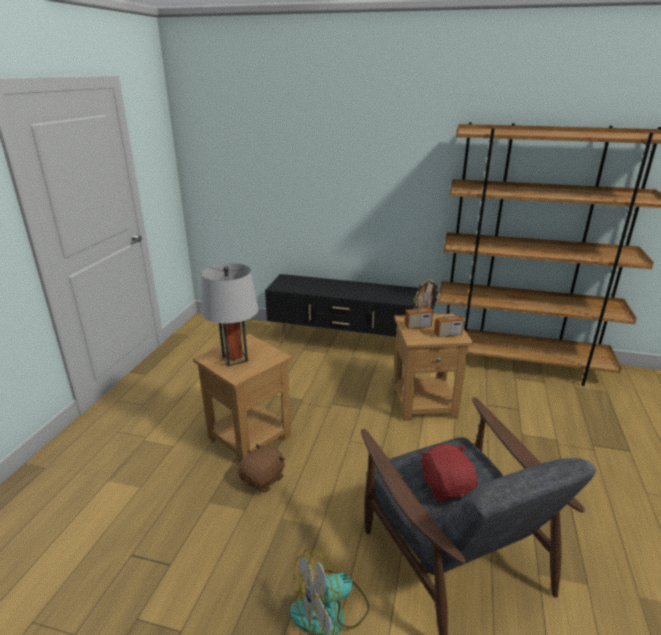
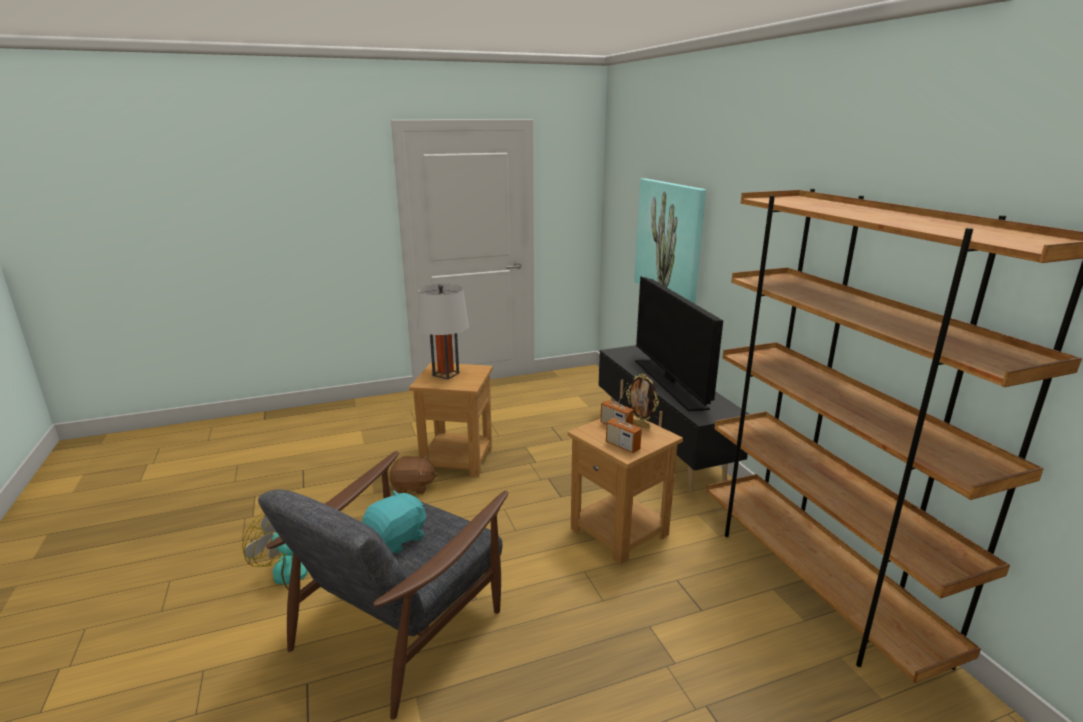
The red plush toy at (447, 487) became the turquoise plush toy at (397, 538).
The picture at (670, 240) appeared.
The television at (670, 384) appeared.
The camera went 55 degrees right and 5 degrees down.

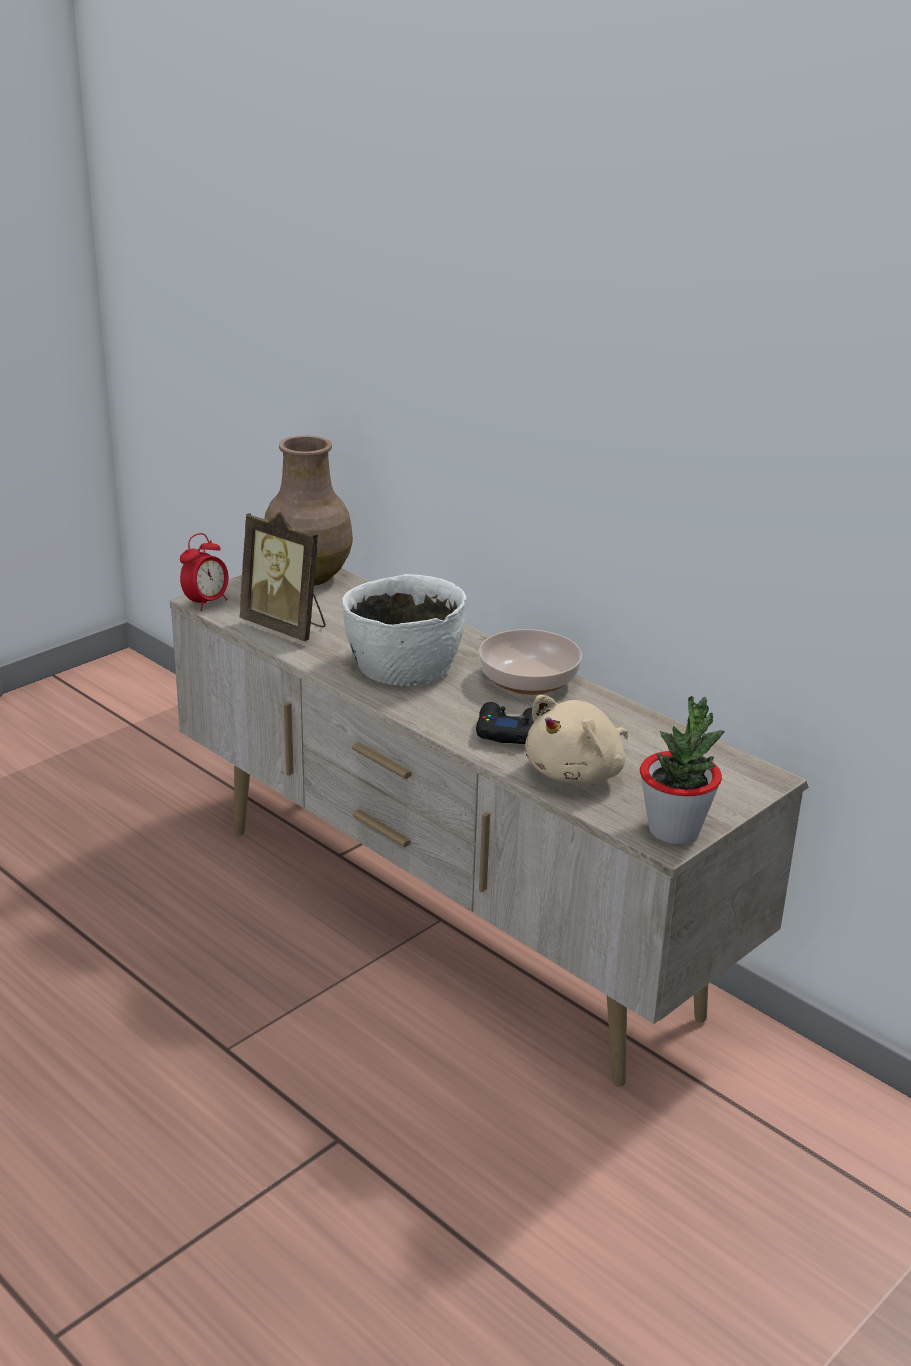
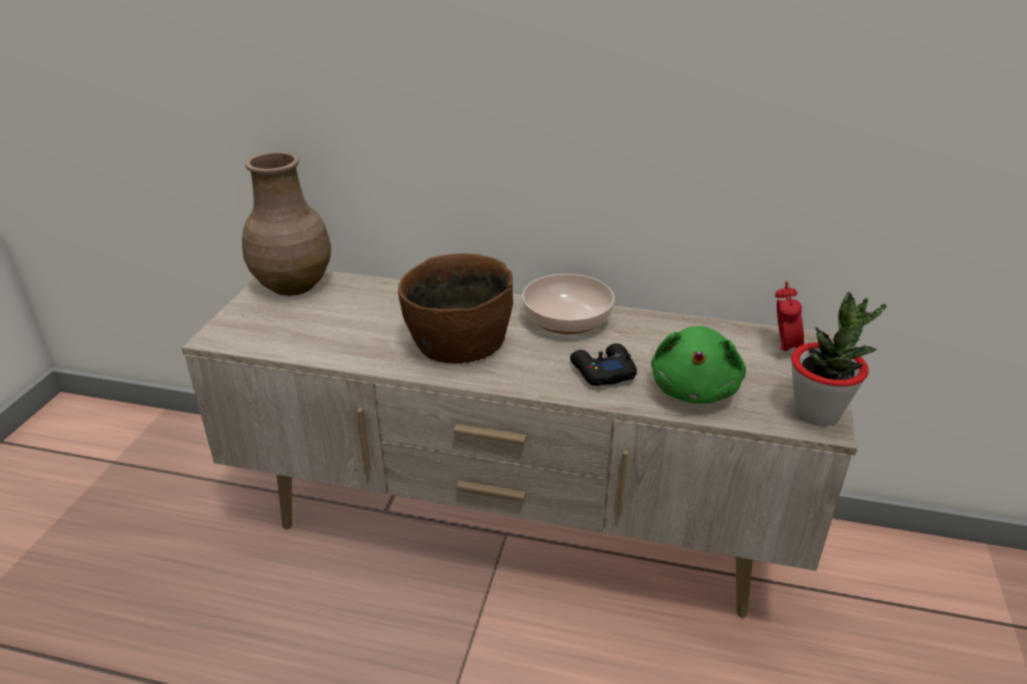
The alarm clock moved from (206, 603) to (783, 348).
The picture frame at (286, 627) disappeared.
The white bowl at (402, 666) became the brown bowl at (457, 341).
The beige plush toy at (578, 773) became the green plush toy at (694, 389).
The camera went 30 degrees left and 5 degrees up.

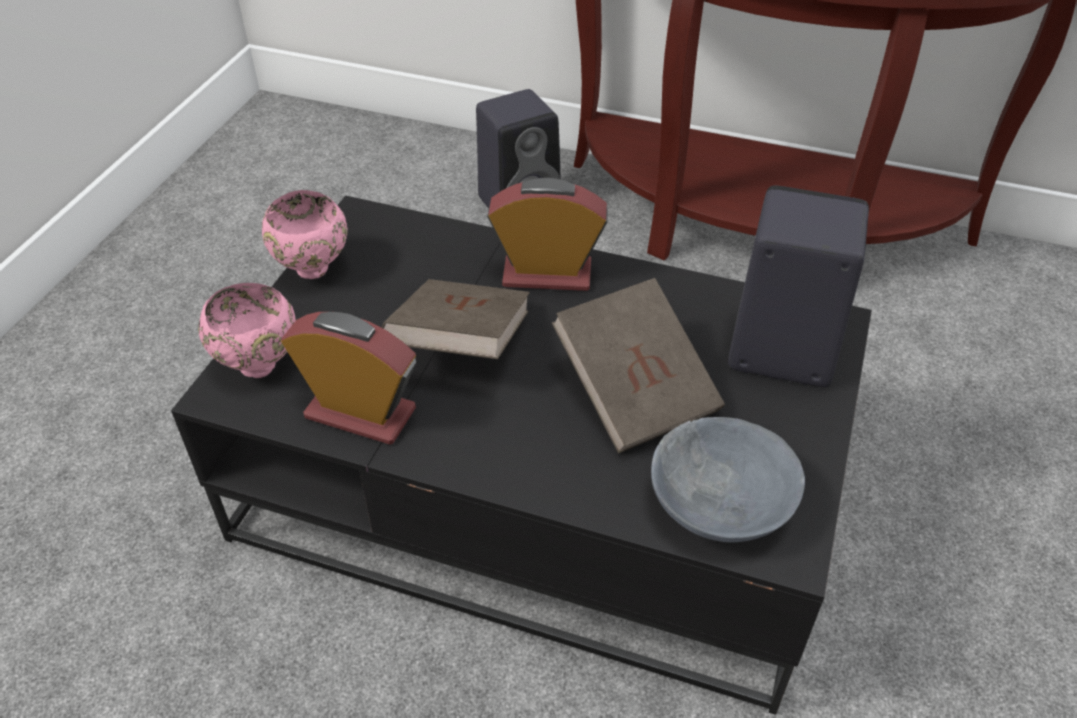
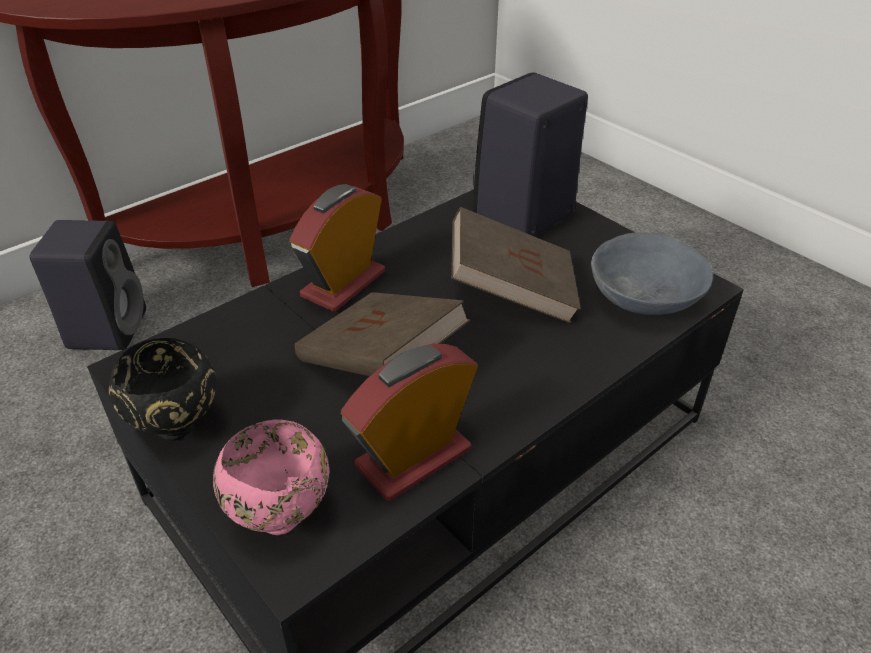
The pink bowl at (313, 271) became the black bowl at (178, 427).
The camera went 60 degrees left and 5 degrees down.

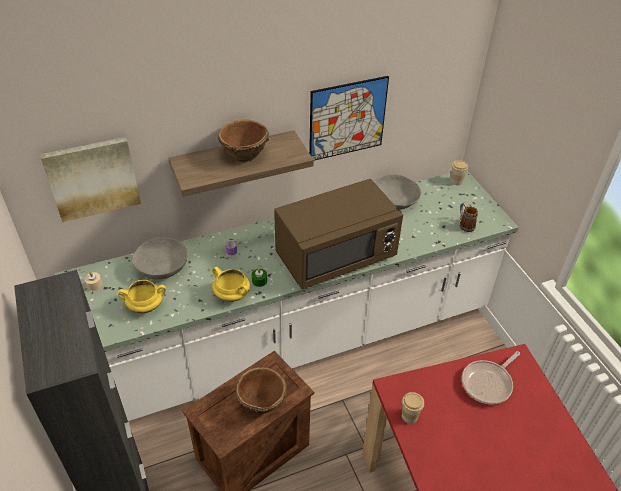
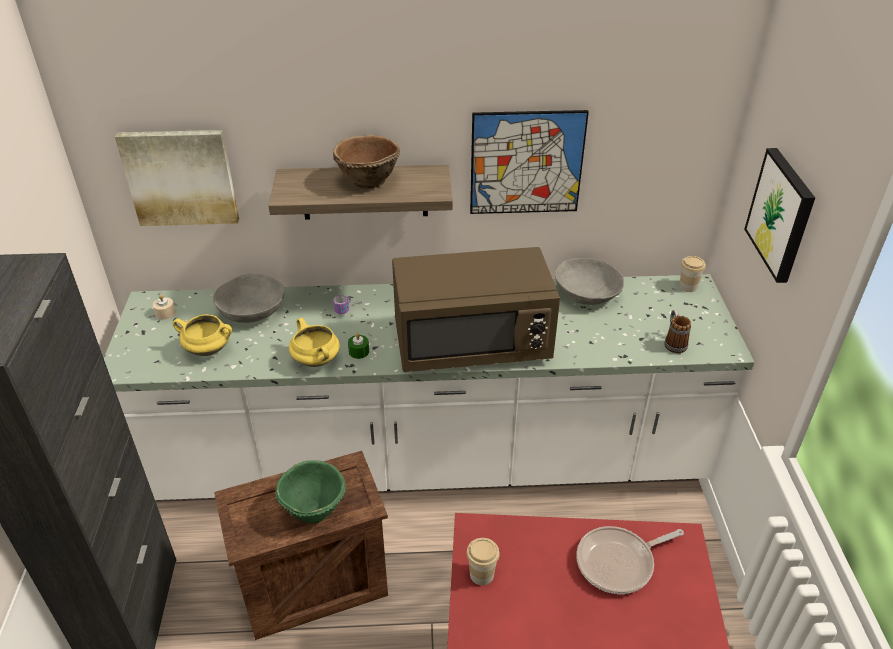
The brown bowl at (261, 402) became the green bowl at (314, 509).
The picture at (782, 214) appeared.
The camera went 20 degrees right and 5 degrees down.

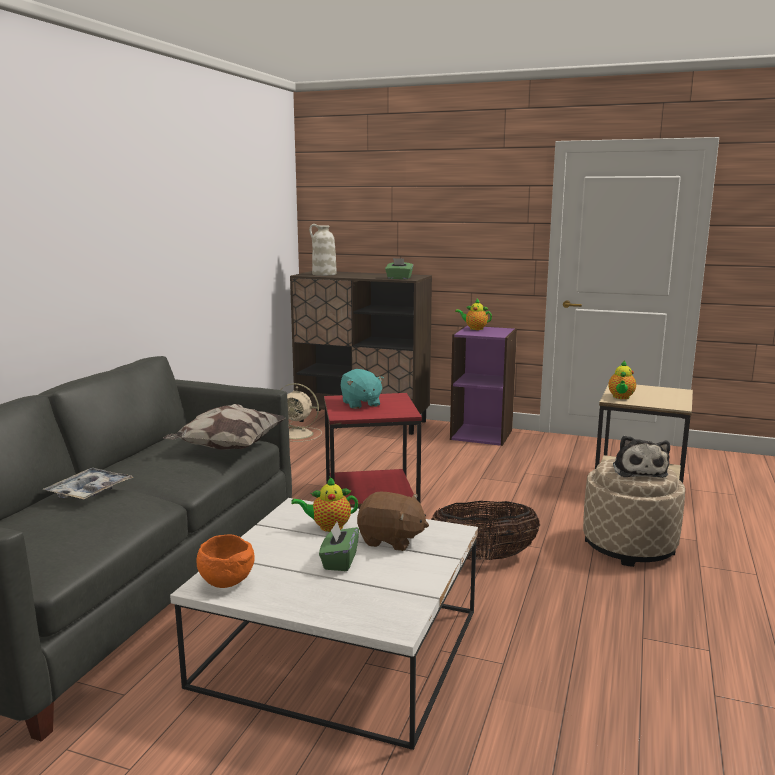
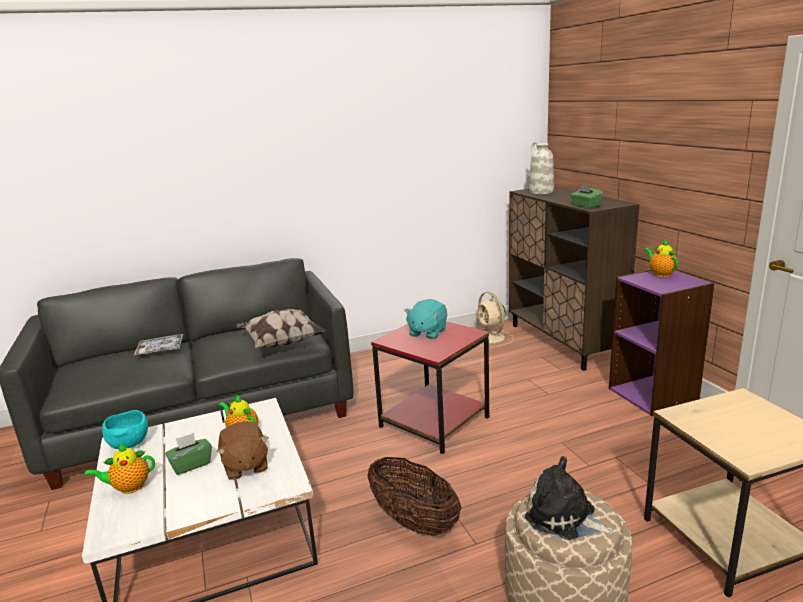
The orange bowl at (225, 582) became the turquoise bowl at (129, 444).
The teapot moved from (621, 397) to (129, 487).
The plush toy at (638, 470) turned 75 degrees clockwise.
The camera went 50 degrees right and 5 degrees up.

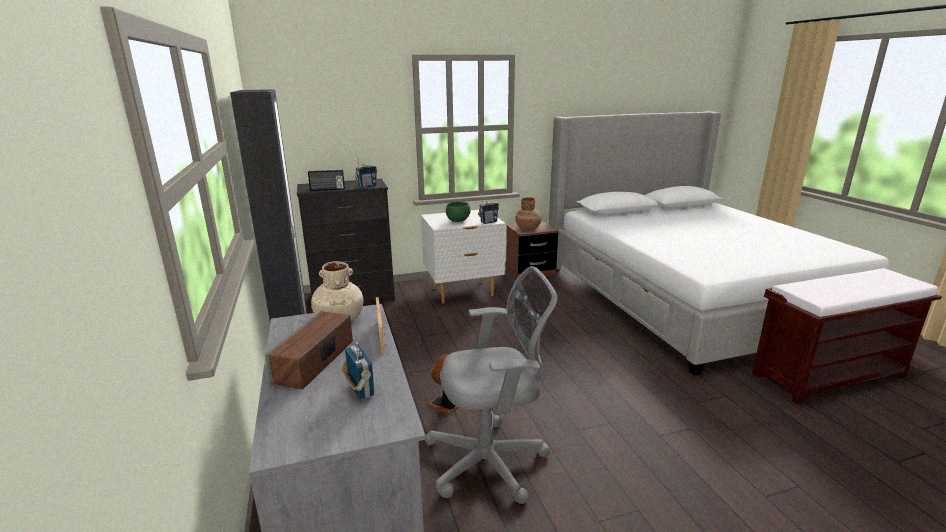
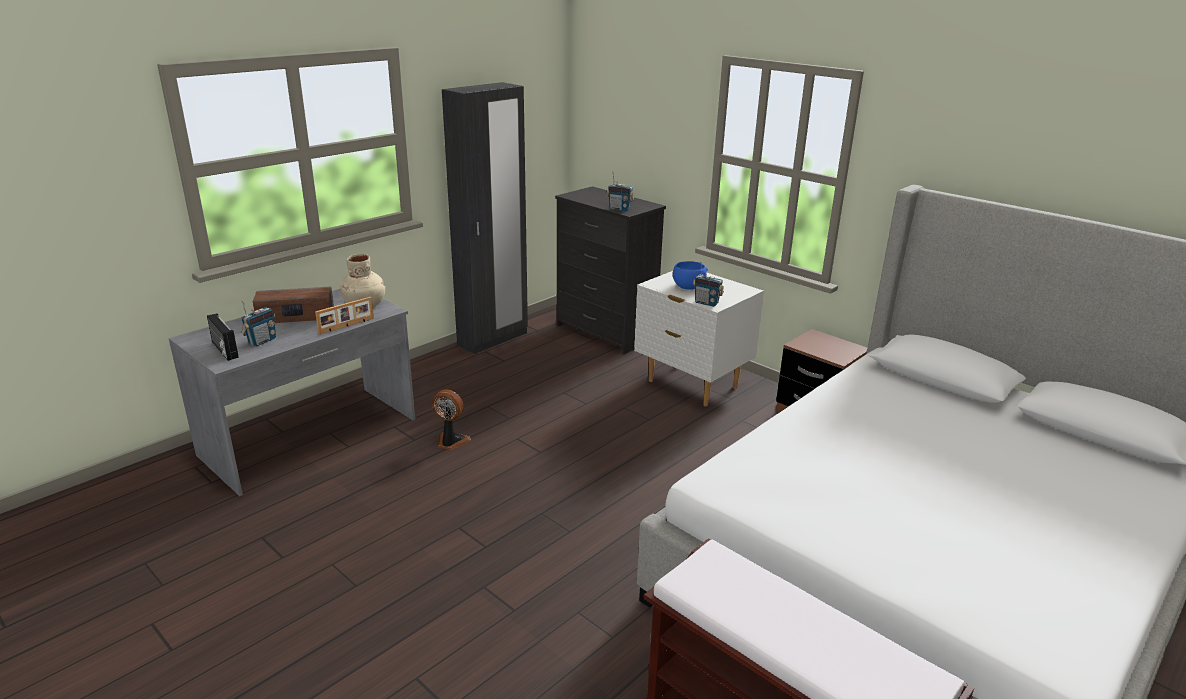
The radio moved from (327, 189) to (223, 350).
The grey office chair at (491, 461) disappeared.
The green bowl at (458, 221) became the blue bowl at (687, 287).
The brown vase at (528, 228) disappeared.
The camera went 60 degrees right and 5 degrees up.

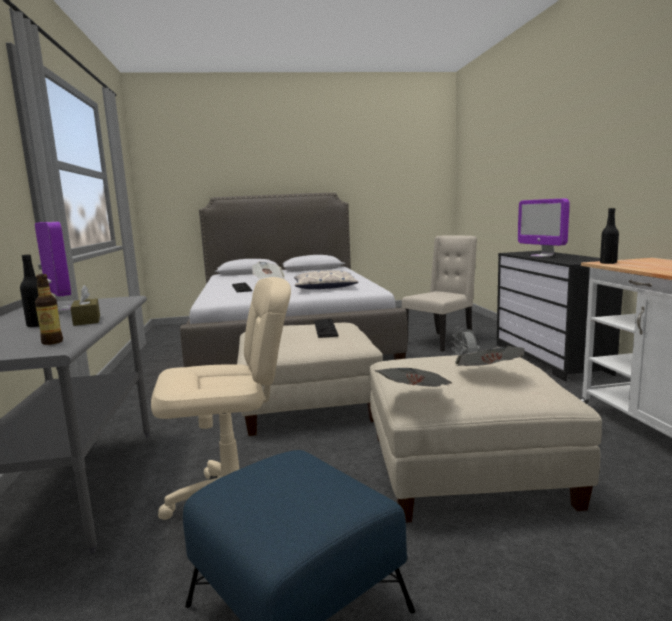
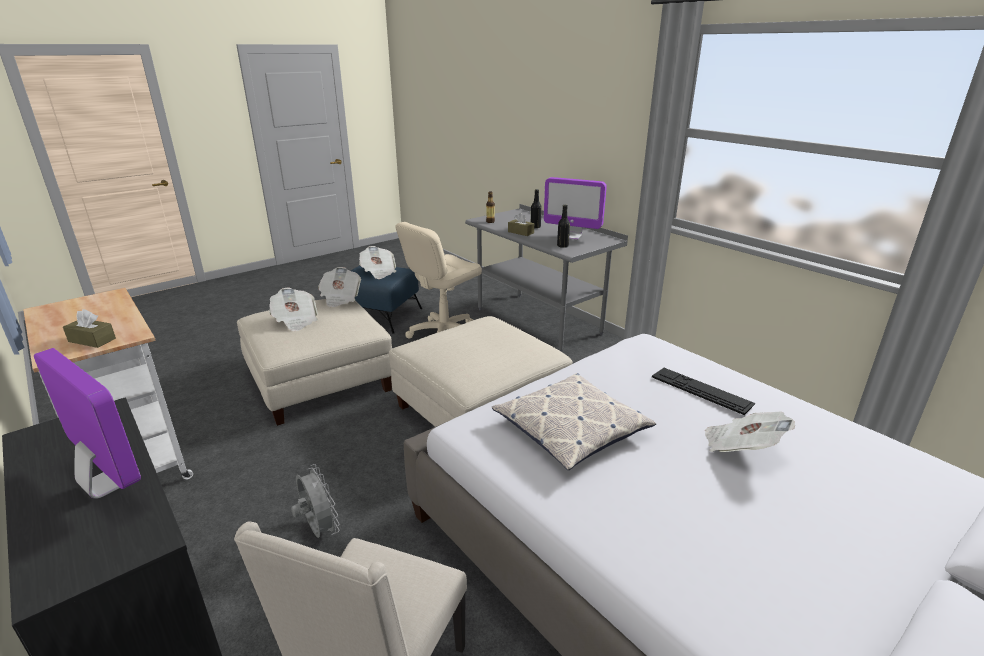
The keyboard at (325, 328) disappeared.
The black bottle moved from (608, 263) to (562, 246).
The brown tissue box at (92, 340) appeared.
The newspaper at (378, 272) appeared.
The camera went 150 degrees right and 15 degrees up.

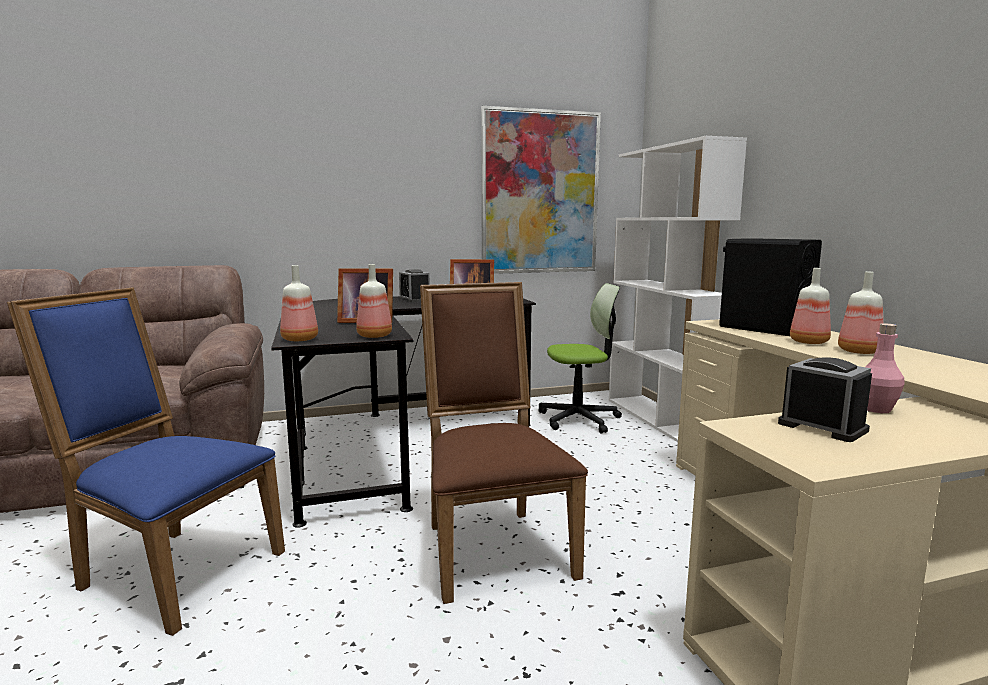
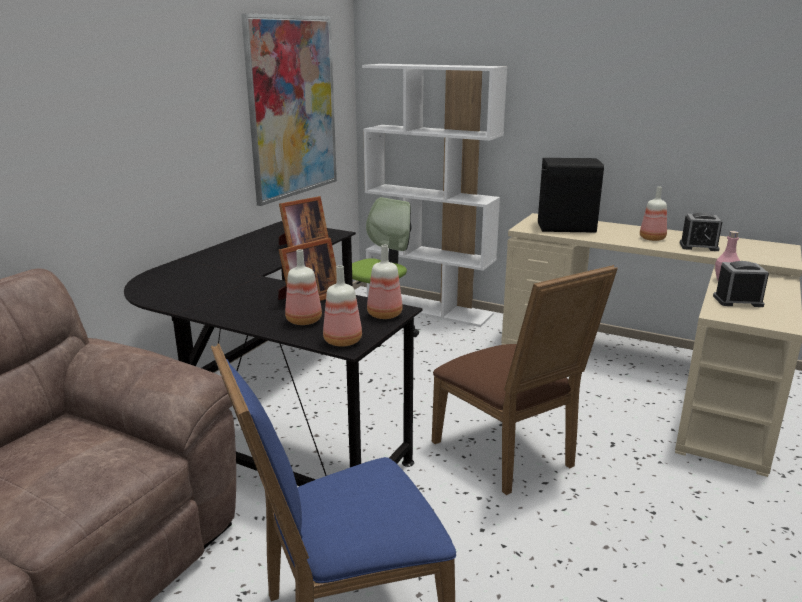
The alarm clock moved from (414, 299) to (698, 246).
The brown chair at (492, 546) turned 150 degrees counterclockwise.
The bottle moved from (808, 342) to (303, 320).
The camera went 45 degrees left and 10 degrees up.

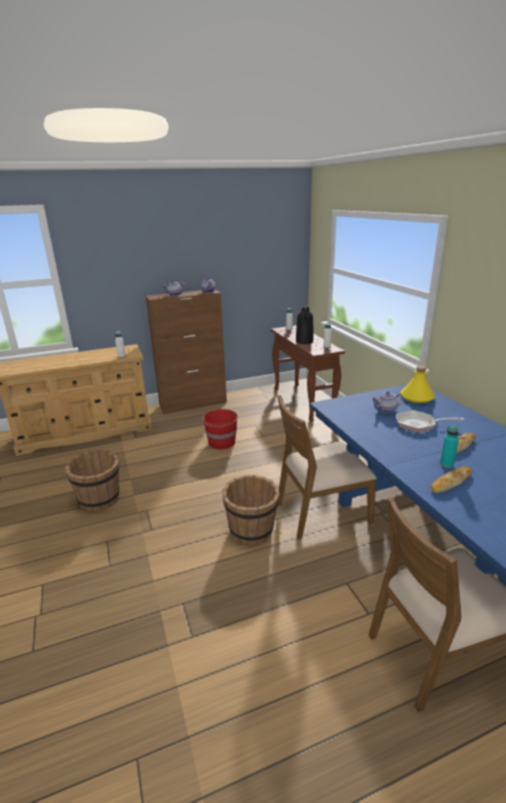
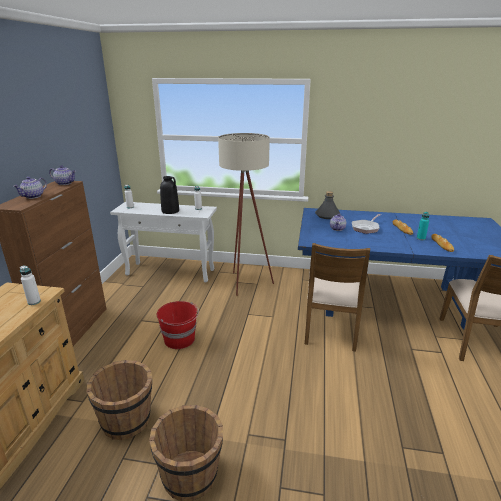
The brown bucket moved from (252, 530) to (127, 420).
The brown console table at (303, 402) became the white console table at (171, 272).
The yellow bottle at (416, 397) became the grey bottle at (327, 215).
The beige floor lamp at (245, 281) appeared.
The camera went 60 degrees left and 0 degrees up.

